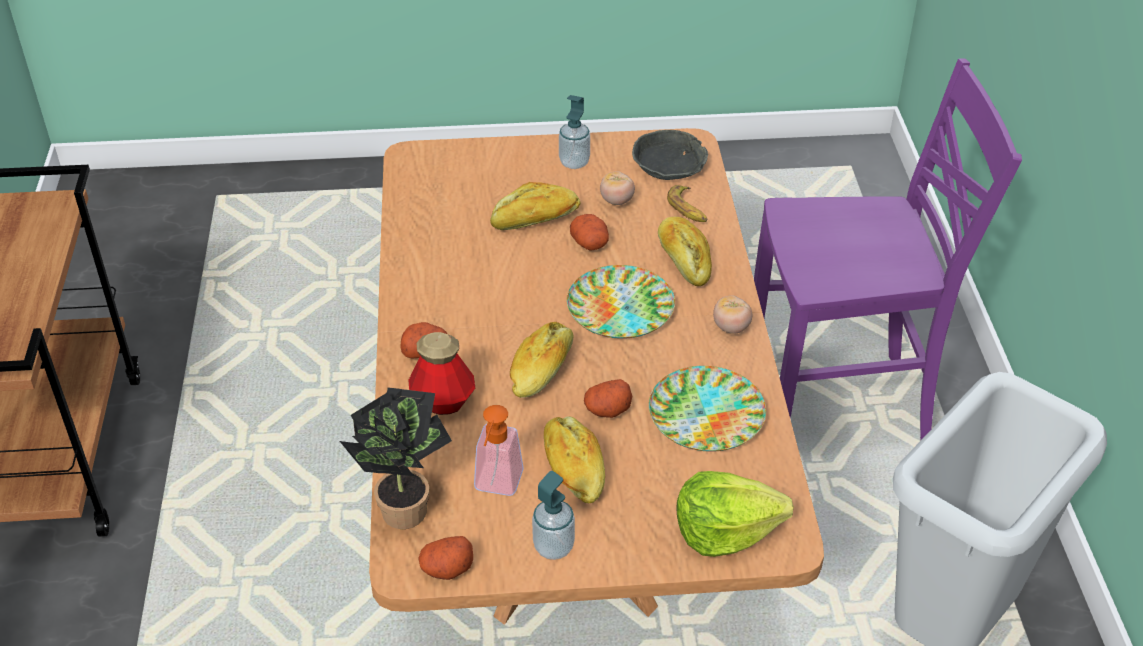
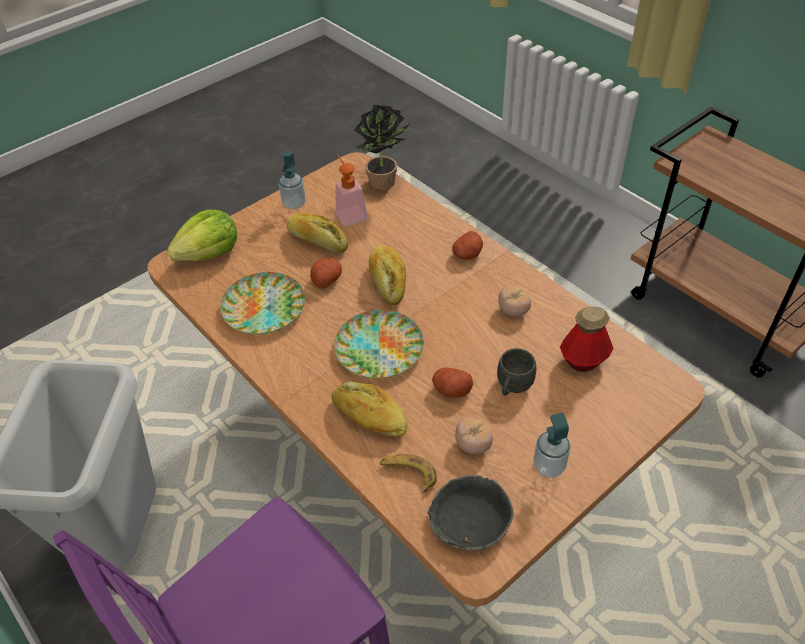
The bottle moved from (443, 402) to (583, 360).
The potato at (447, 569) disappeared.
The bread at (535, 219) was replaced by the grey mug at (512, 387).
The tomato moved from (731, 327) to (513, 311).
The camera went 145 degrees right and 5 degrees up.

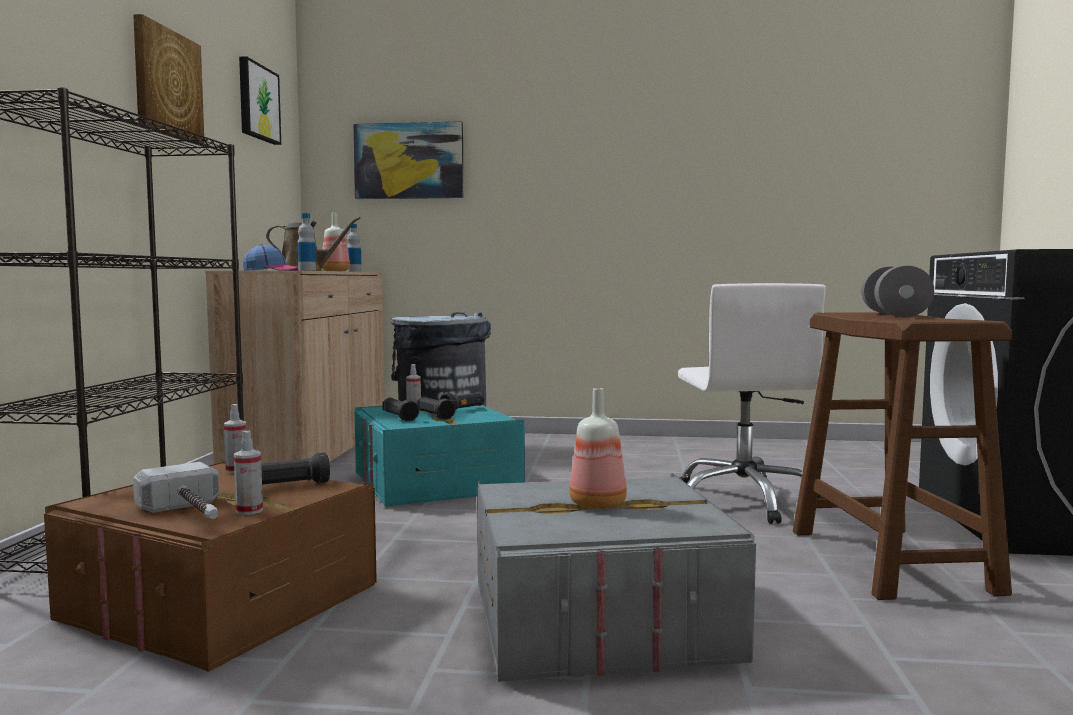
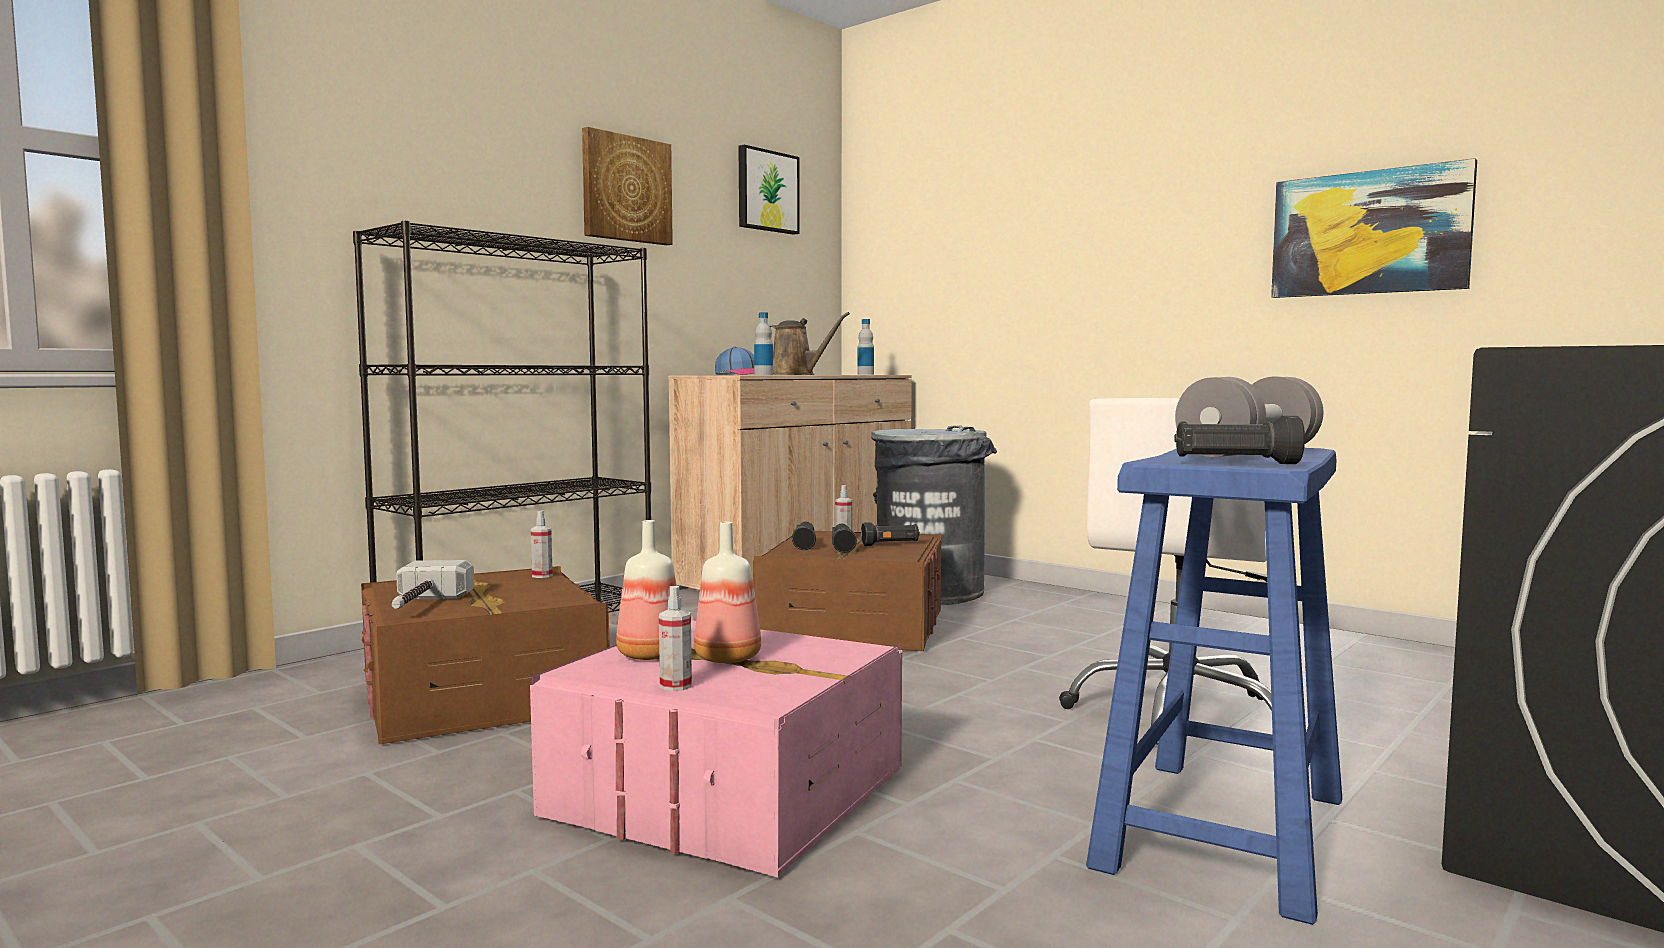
The spray bottle moved from (249, 511) to (676, 686).
The black flashlight moved from (290, 486) to (1235, 463).
The bottle moved from (335, 271) to (648, 655).
The picture moved from (409, 161) to (1369, 233).
The turquoise storage box at (436, 482) became the brown storage box at (853, 626).
The grey storage box at (598, 619) became the pink storage box at (728, 792).
The brown stool at (890, 561) became the blue stool at (1222, 832).
The camera went 35 degrees right and 0 degrees up.

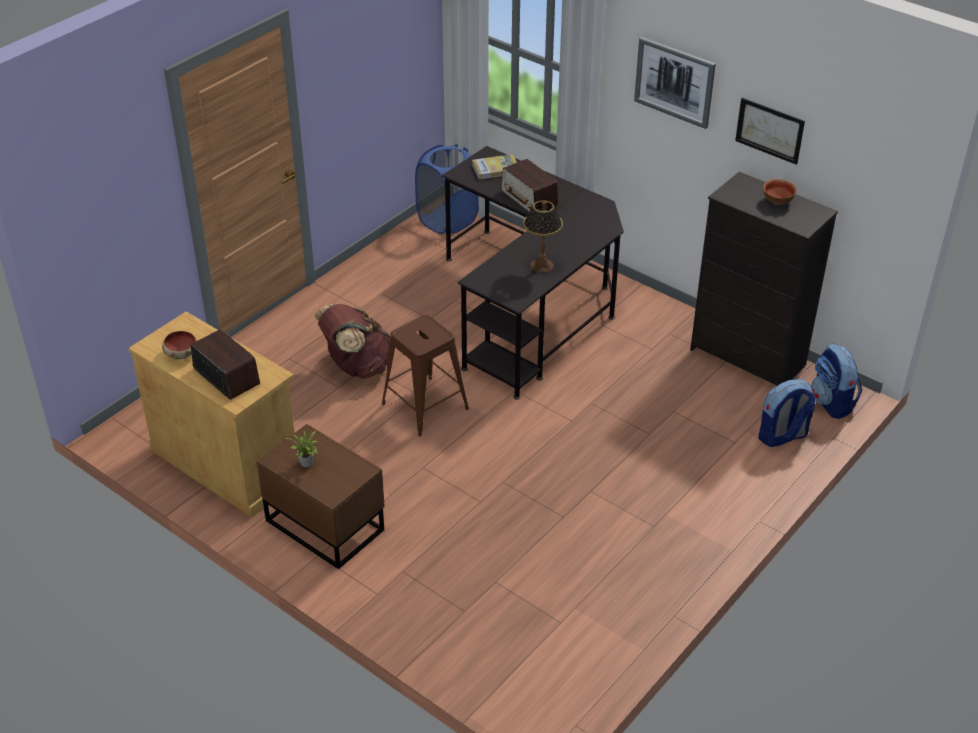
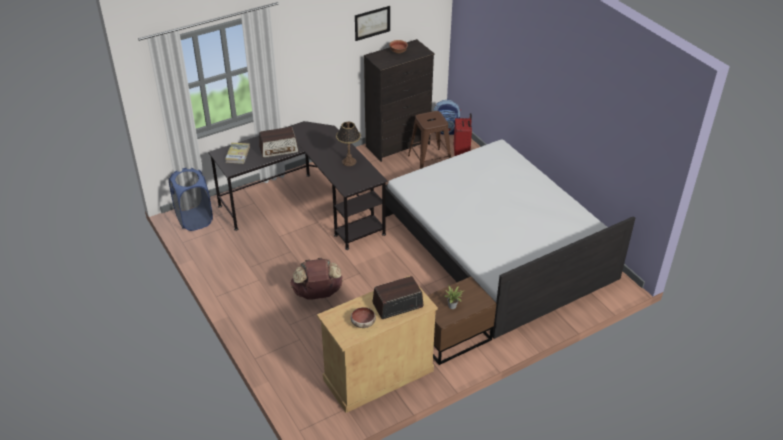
The brown stool moved from (425, 406) to (430, 162).
The picture at (674, 82) disappeared.
The backpack at (782, 436) was replaced by the red suitcase at (462, 153).
The white bed at (497, 246) appeared.
The camera went 70 degrees left and 0 degrees up.

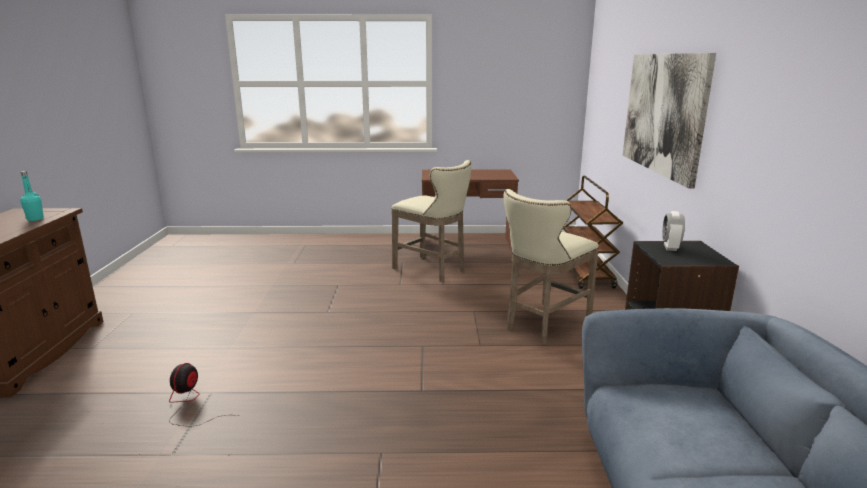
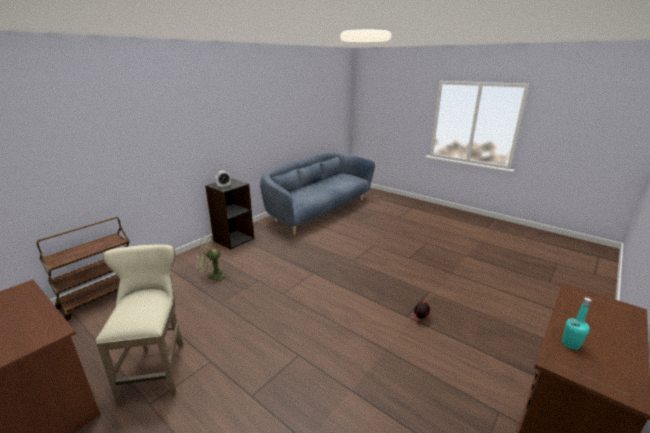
The beige stool at (543, 325) was replaced by the green fan at (212, 276).
The picture at (663, 113) disappeared.
The camera went 140 degrees left and 5 degrees up.

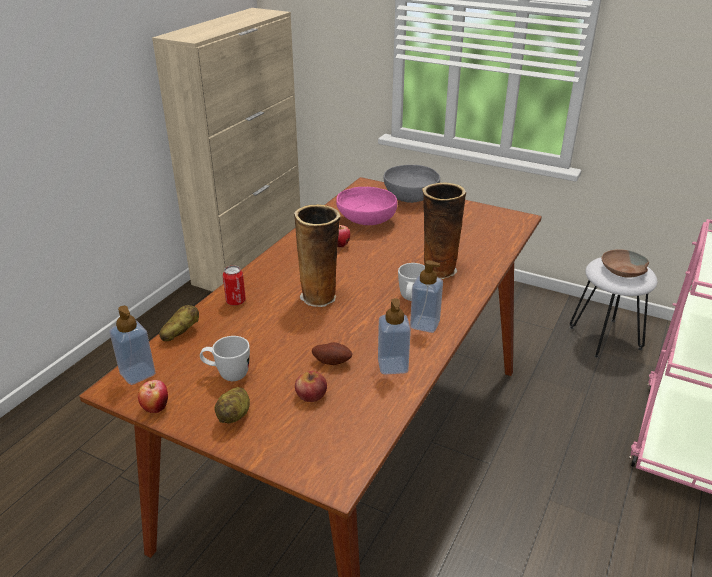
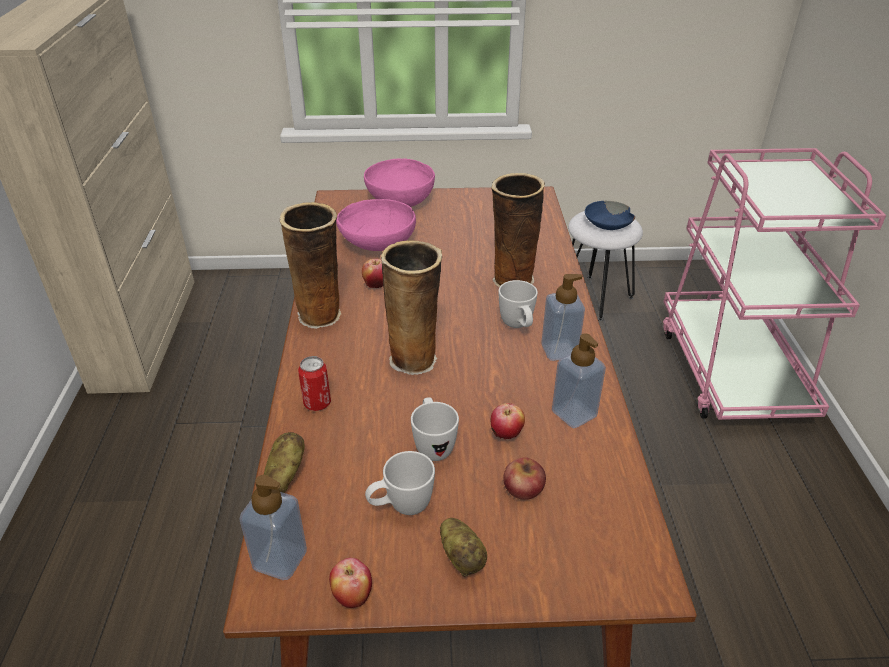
The potato at (332, 361) was replaced by the apple at (506, 435).
The grey bowl at (410, 197) became the pink bowl at (400, 200).
The brown bowl at (623, 270) became the blue bowl at (608, 223).
The vase at (321, 315) appeared.
The white mug at (433, 445) appeared.
The camera went 30 degrees left and 5 degrees up.

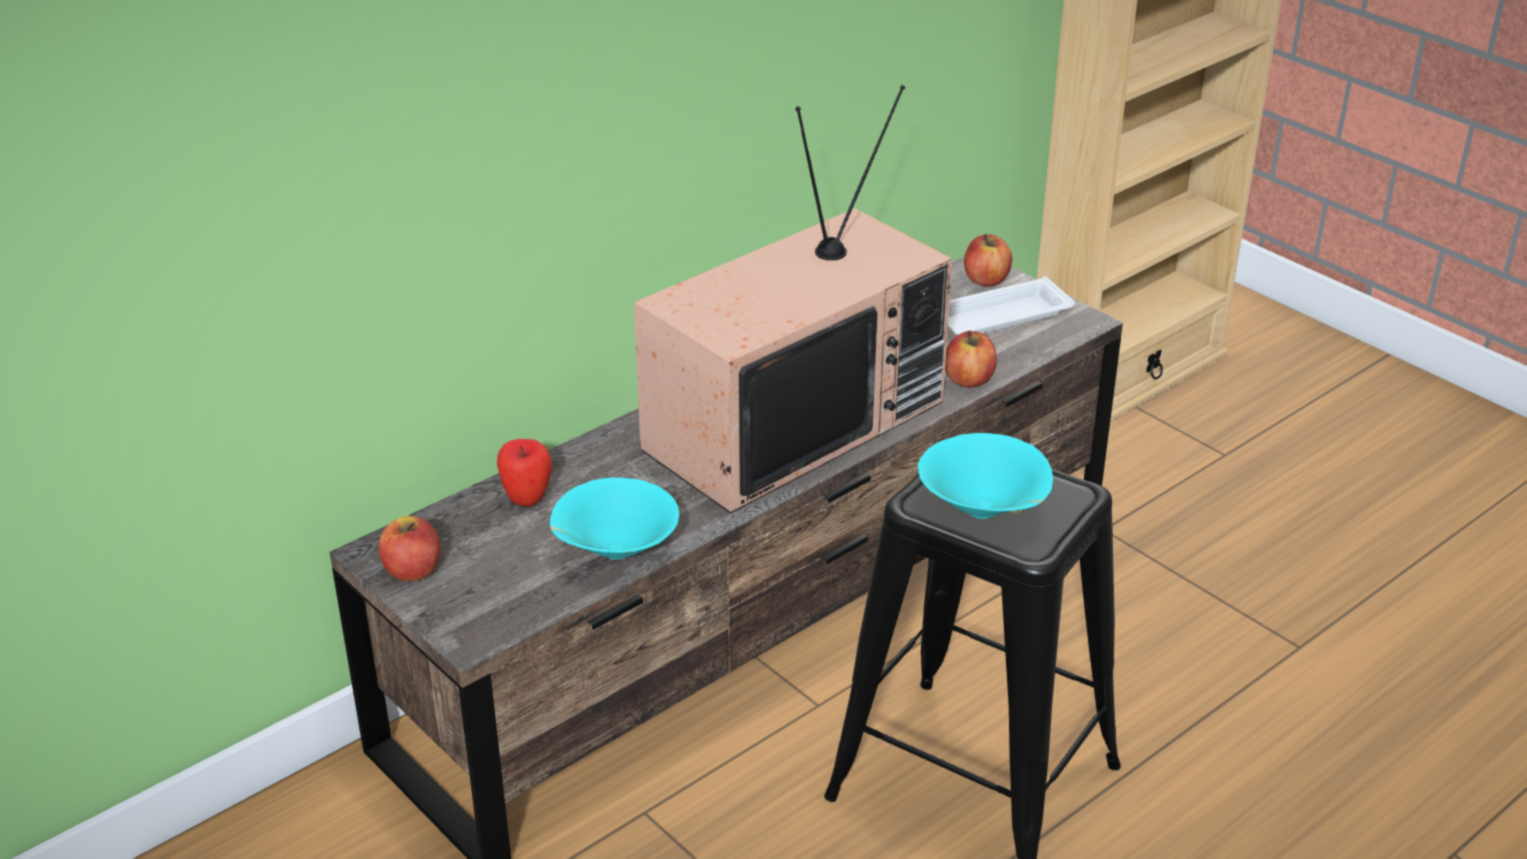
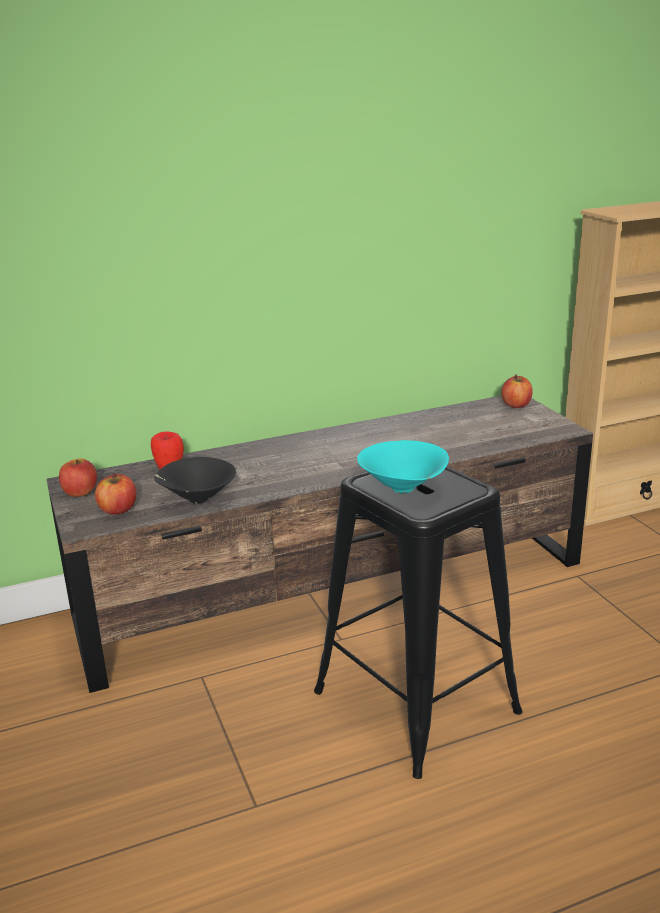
The turquoise bowl at (614, 551) became the black bowl at (196, 499).
The television at (793, 422) disappeared.
The apple moved from (969, 380) to (118, 510).
The white tray at (998, 317) disappeared.
The camera went 20 degrees right and 10 degrees down.

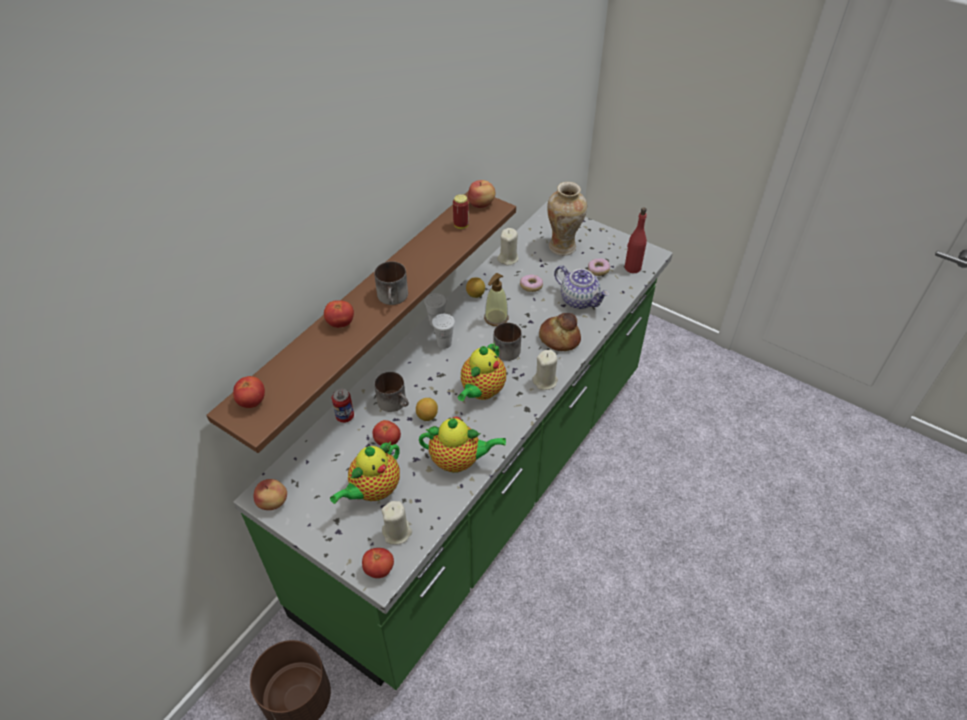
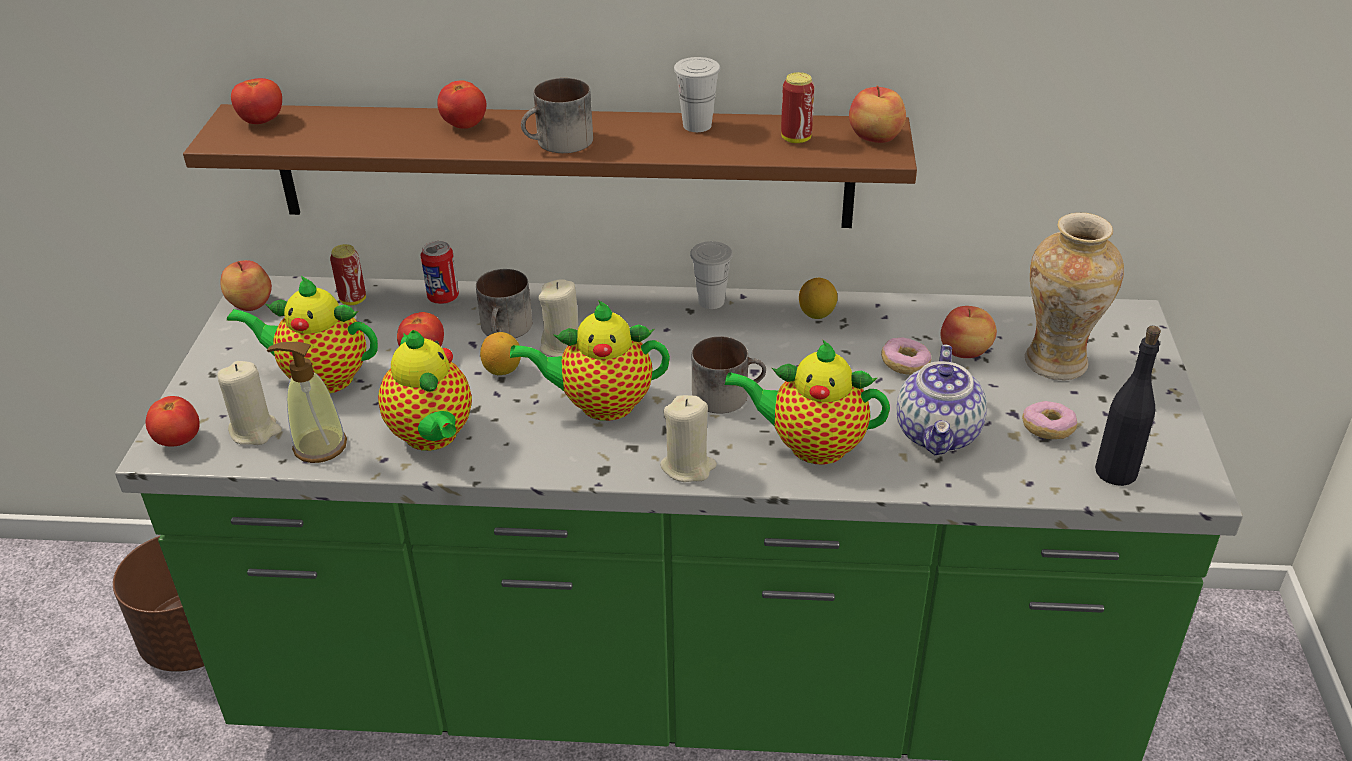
The white cup moved from (444, 343) to (697, 125).
The soap dispenser moved from (496, 318) to (319, 446).
The beige candle moved from (508, 258) to (563, 346).
The bread at (559, 338) was replaced by the teapot at (811, 445).
The red bottle at (632, 267) became the black bottle at (1116, 472).
The can at (353, 300) appeared.
The apple at (965, 352) appeared.
The camera went 60 degrees right and 10 degrees down.

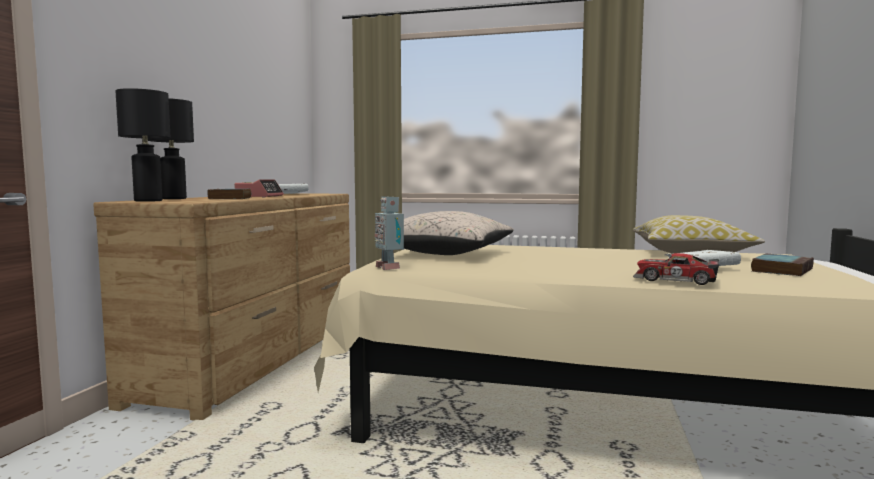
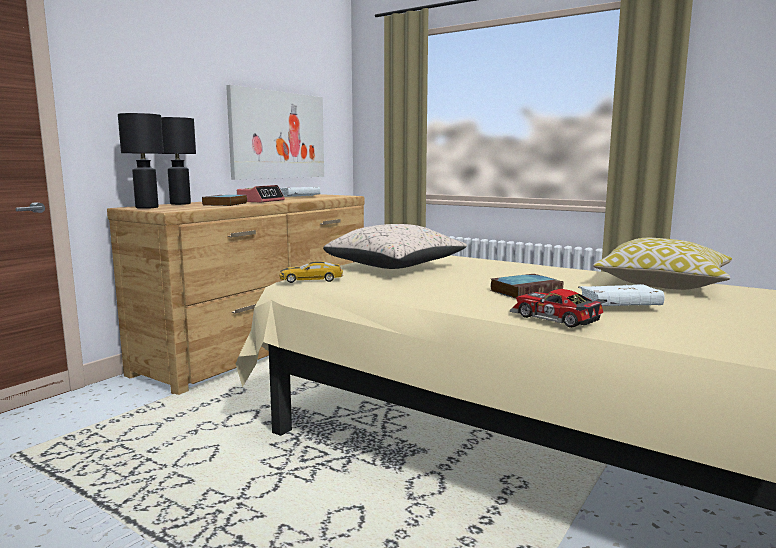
The toy robot at (389, 268) was replaced by the toy car at (311, 280).
The book moved from (781, 270) to (526, 291).
The picture at (278, 135) appeared.
The camera went 20 degrees right and 5 degrees up.

